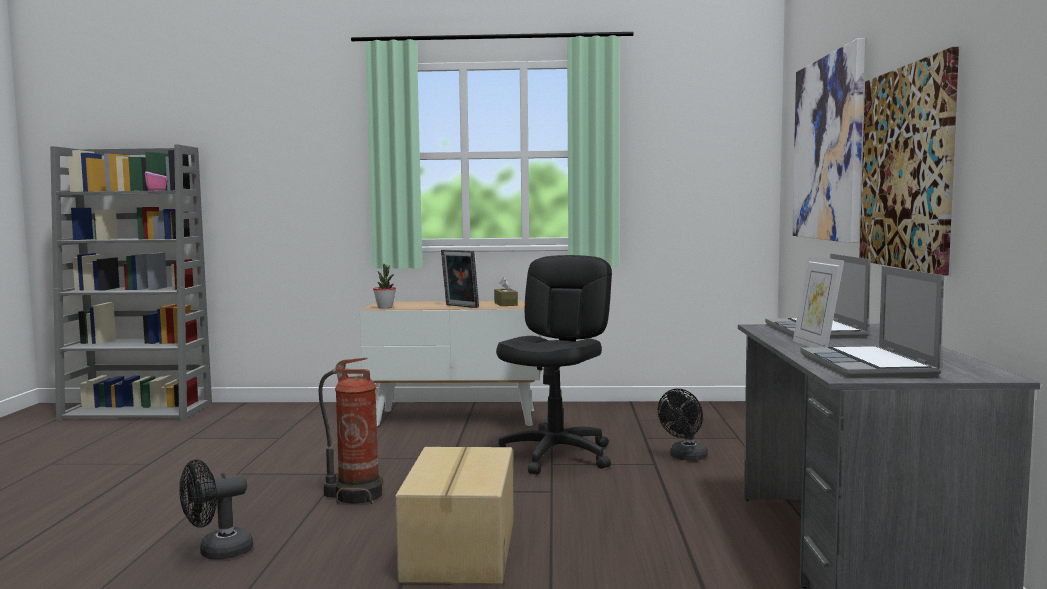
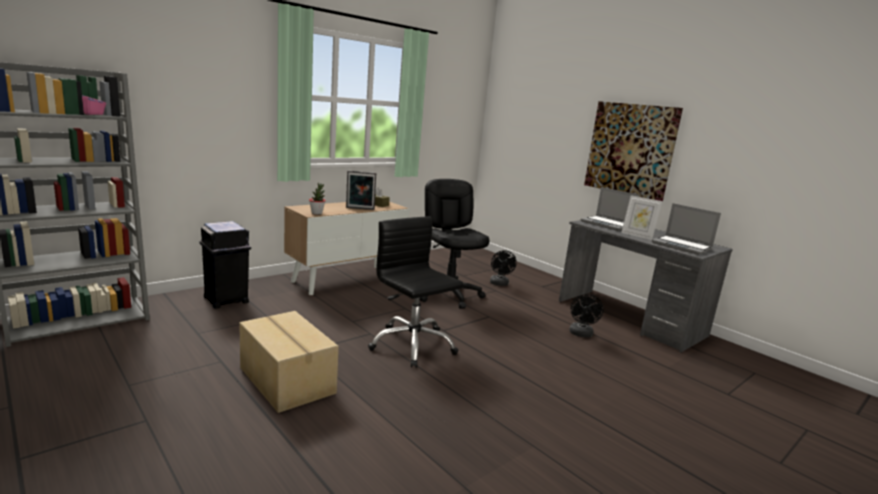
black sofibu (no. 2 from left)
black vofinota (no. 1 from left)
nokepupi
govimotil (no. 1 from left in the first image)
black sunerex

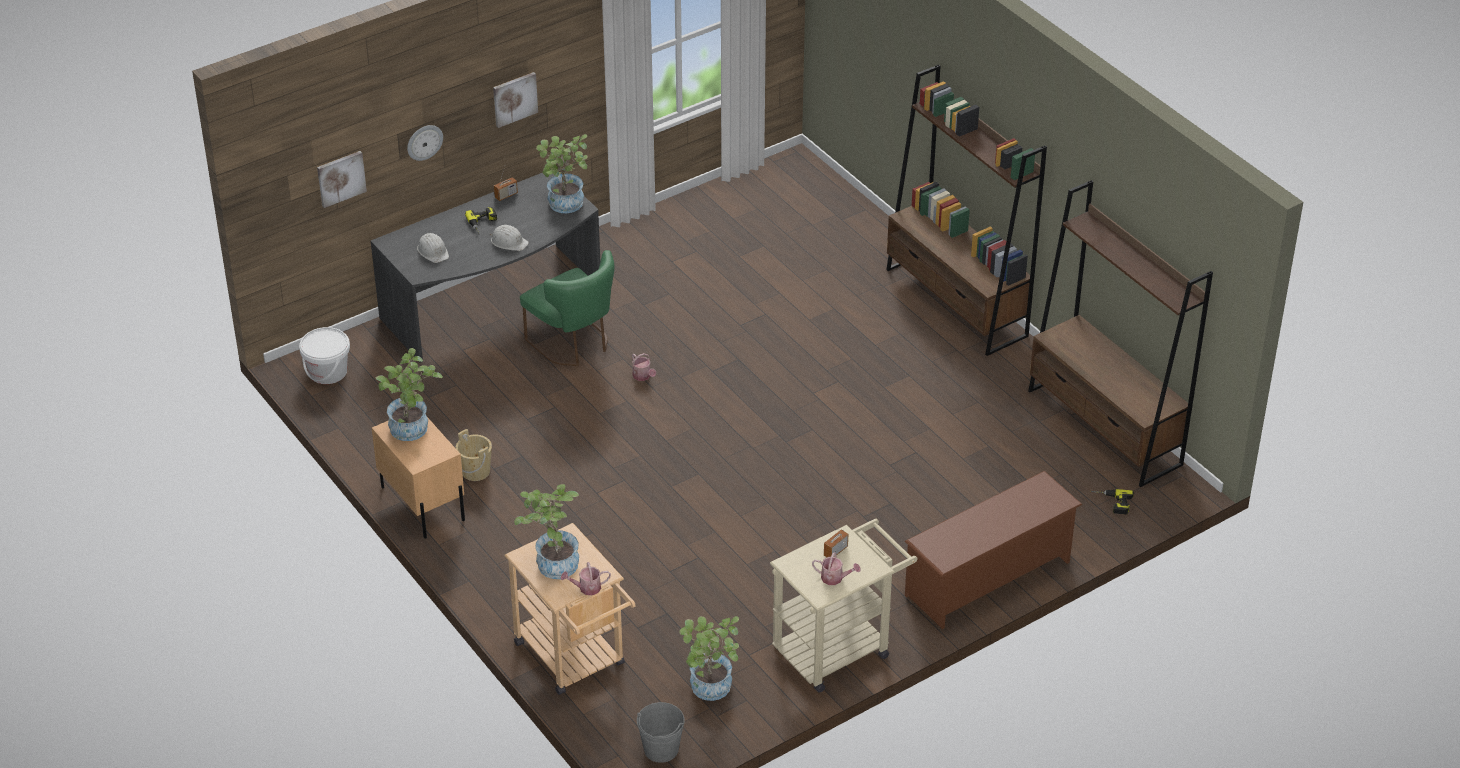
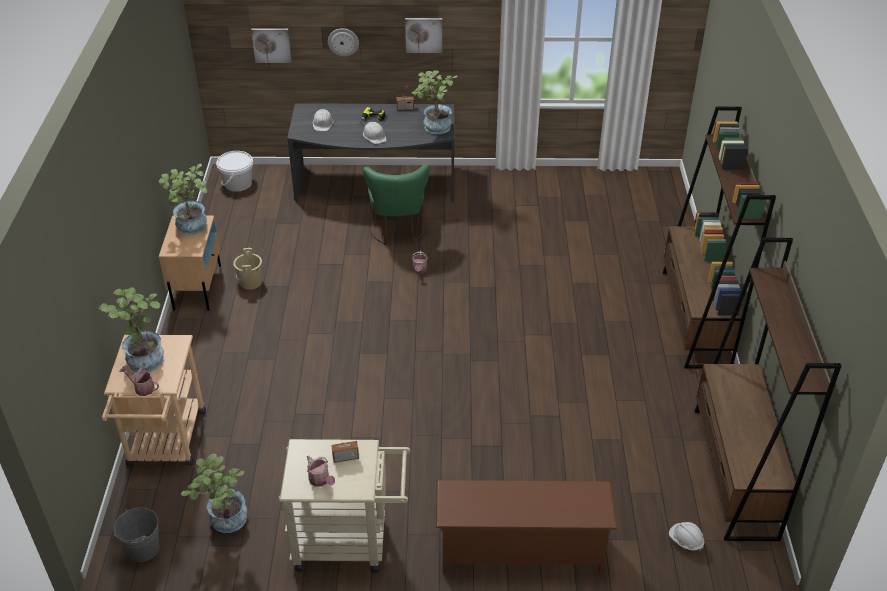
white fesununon (no. 3 from left)

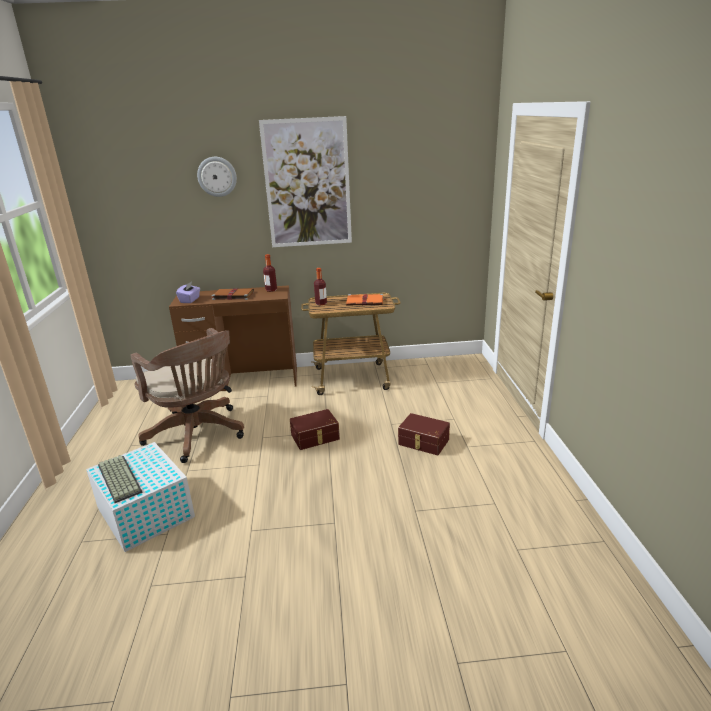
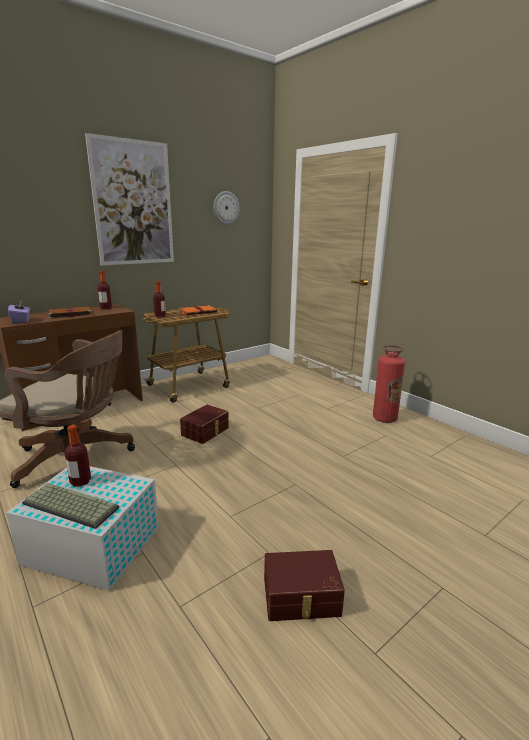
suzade
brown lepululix (no. 2 from left)
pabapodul (no. 1 from left)
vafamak

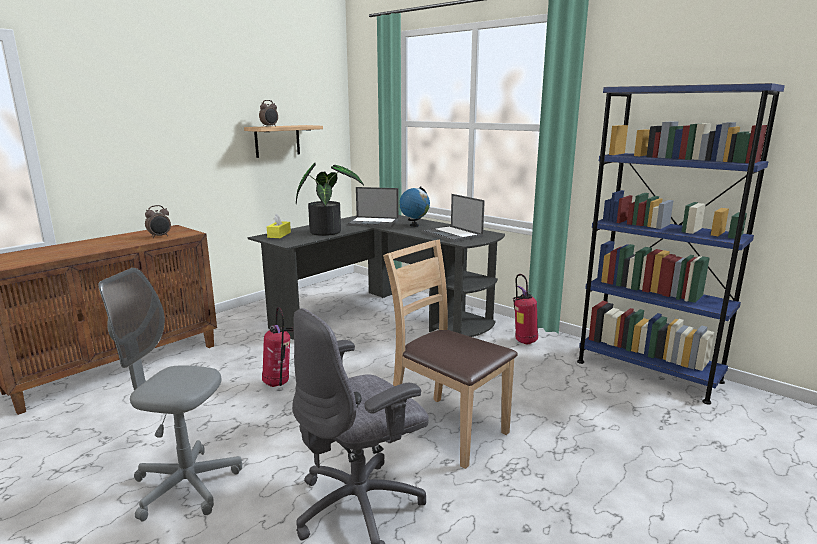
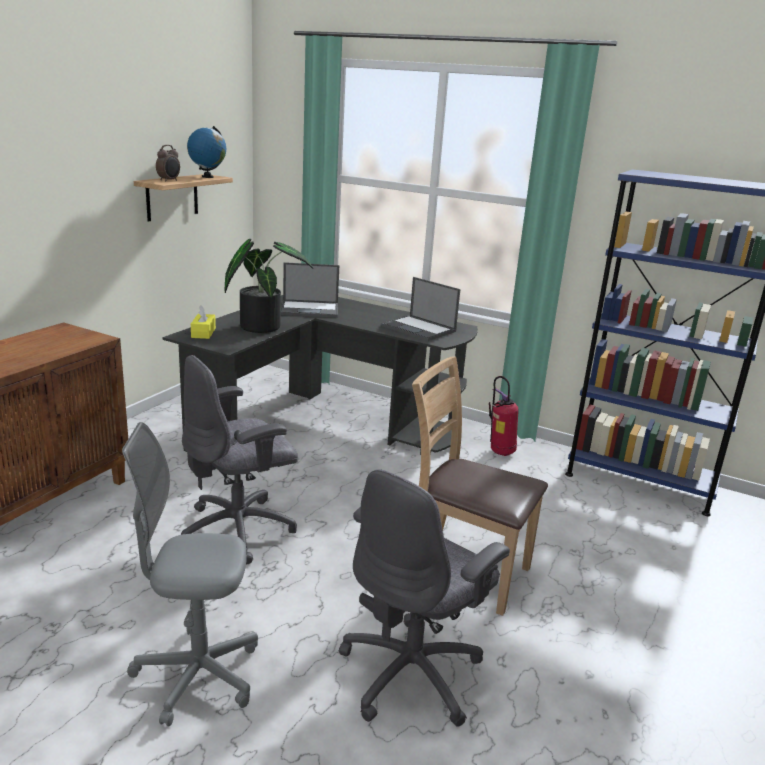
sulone (no. 1 from left in the first image)
grey vofinota (no. 2 from left)
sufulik

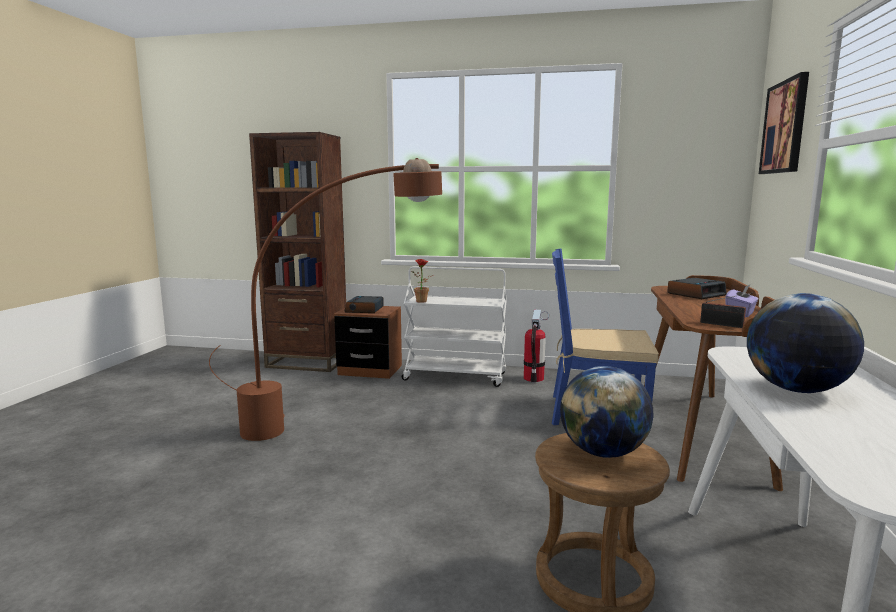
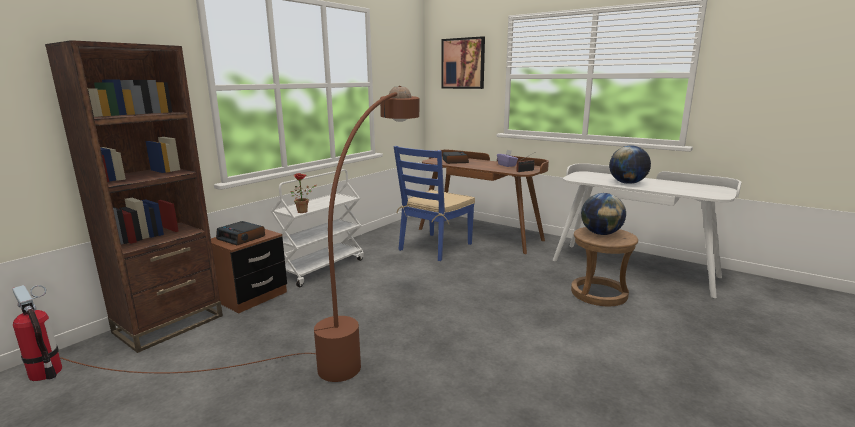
vafamak

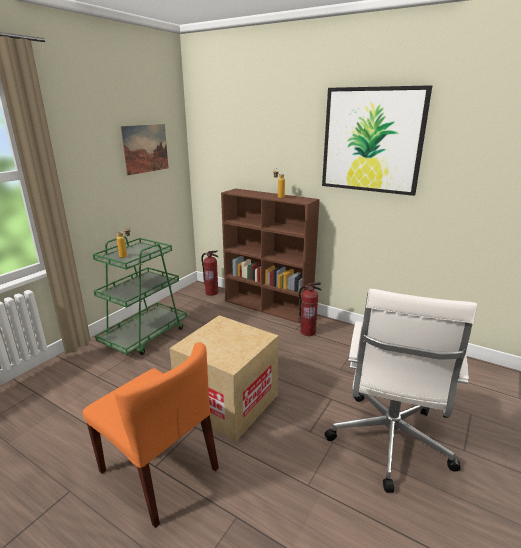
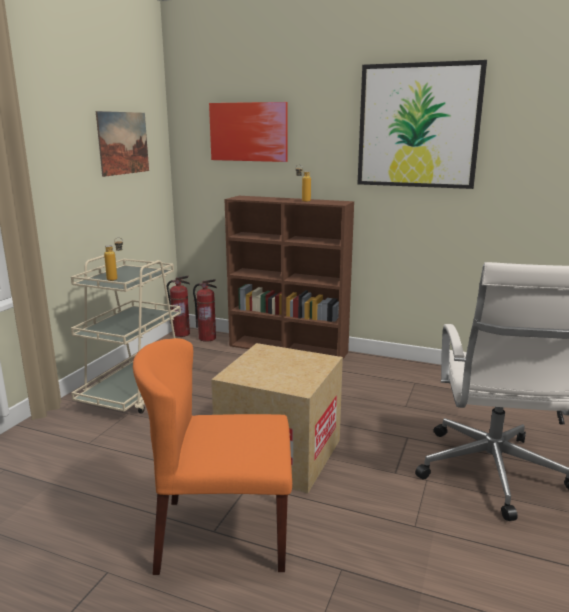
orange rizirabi
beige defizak
vafamak (no. 1 from left)
govimotil (no. 2 from left)

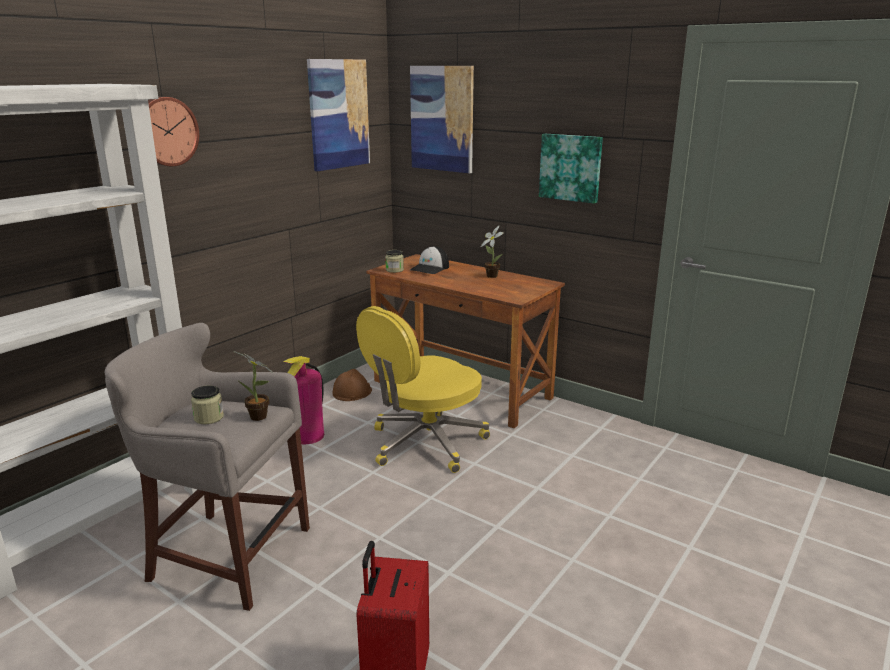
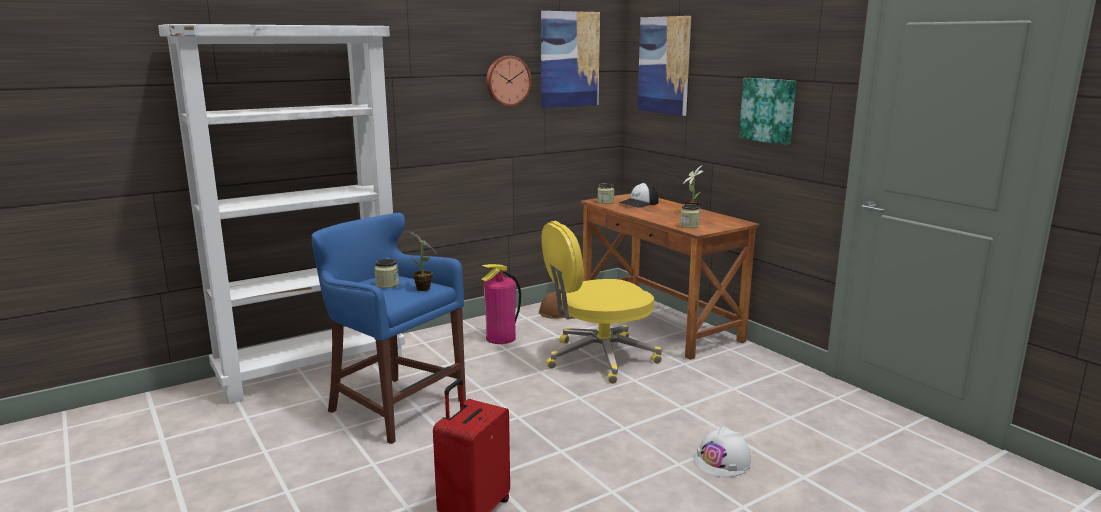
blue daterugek
suzade
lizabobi (no. 3 from left)
white fesununon

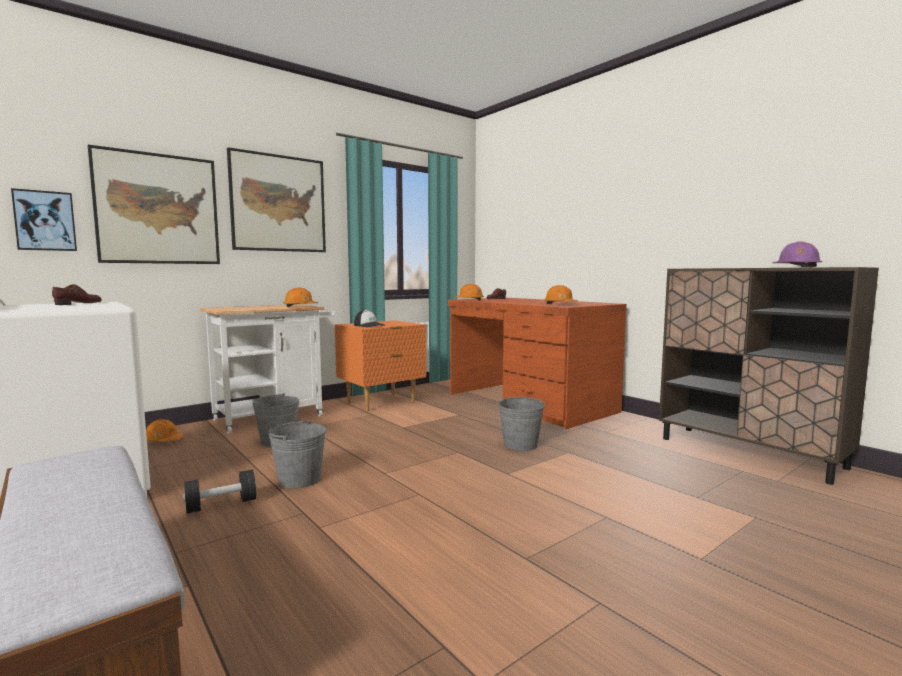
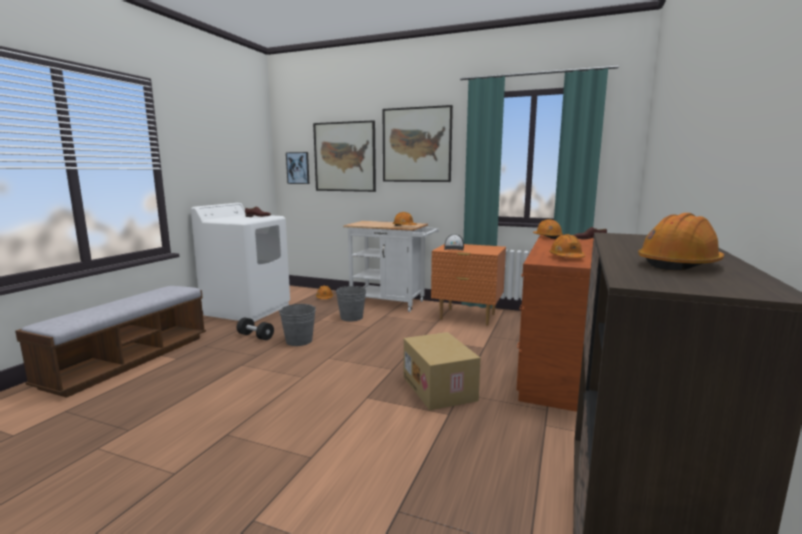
nokepupi
orange fesununon (no. 5 from left)

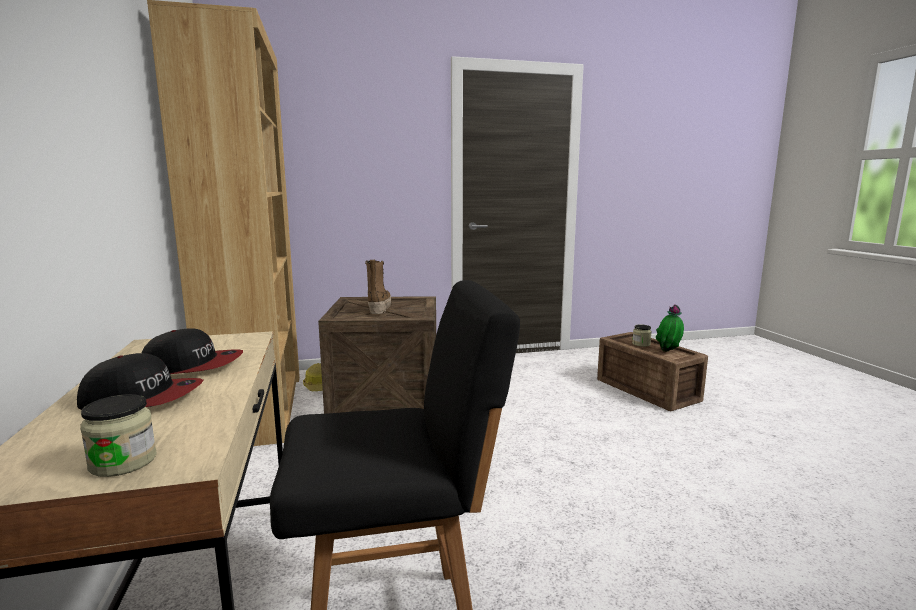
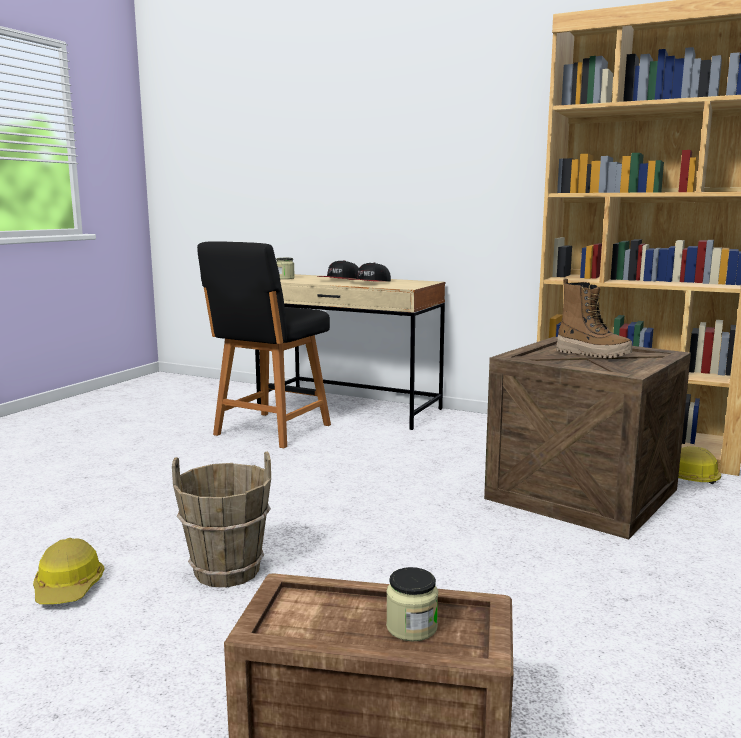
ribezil
fesununon (no. 1 from left)
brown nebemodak

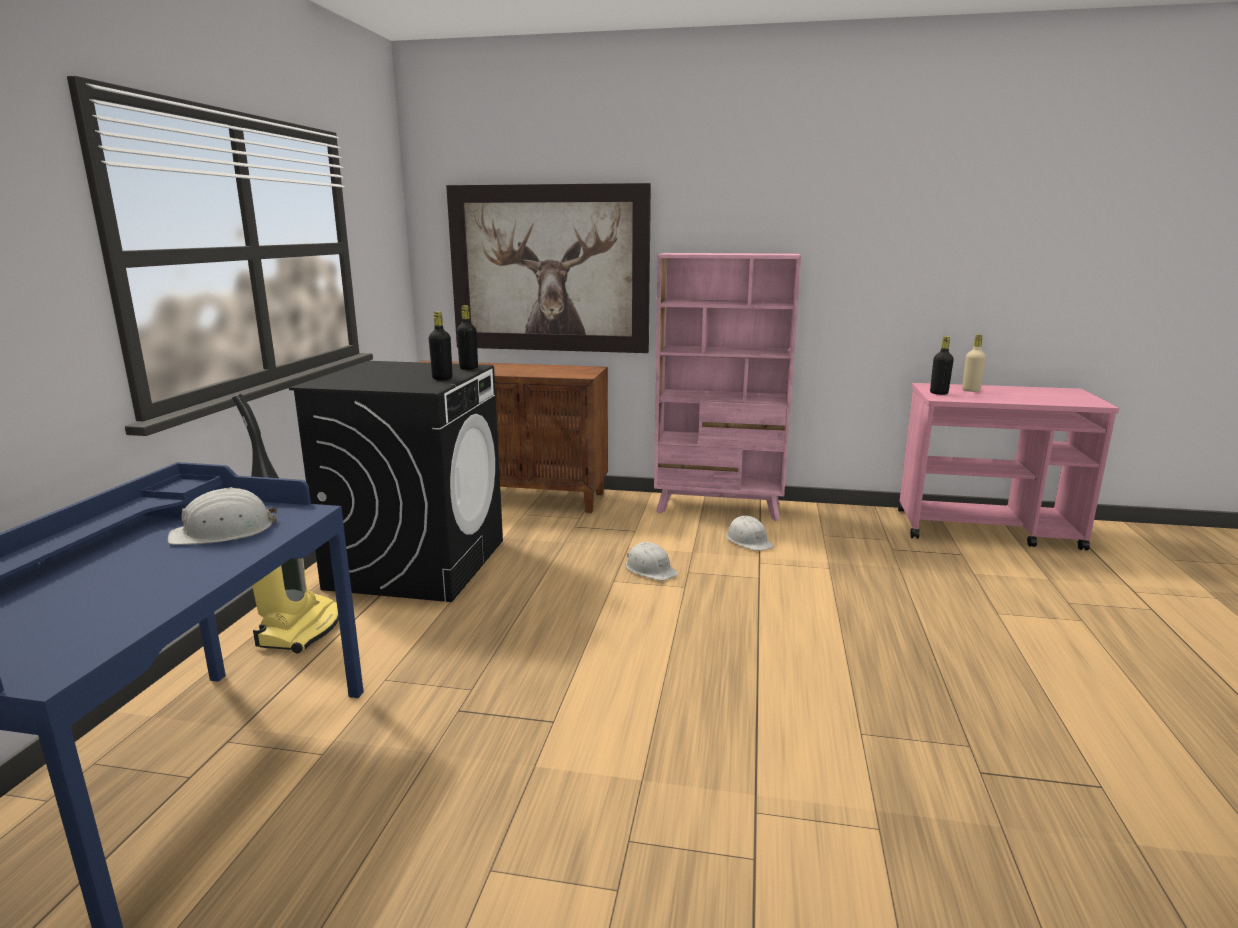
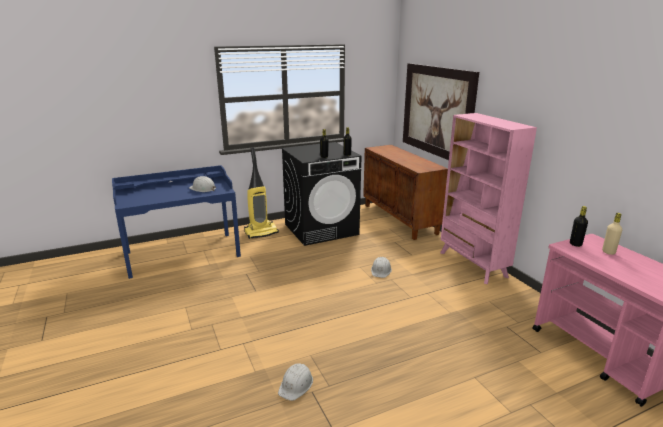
white fesununon (no. 2 from left)

